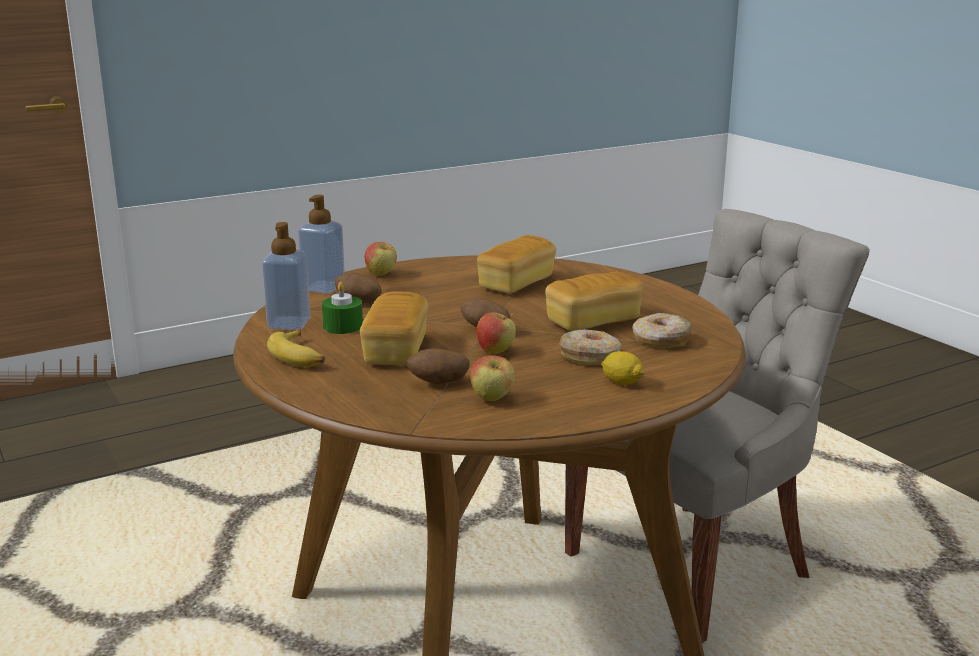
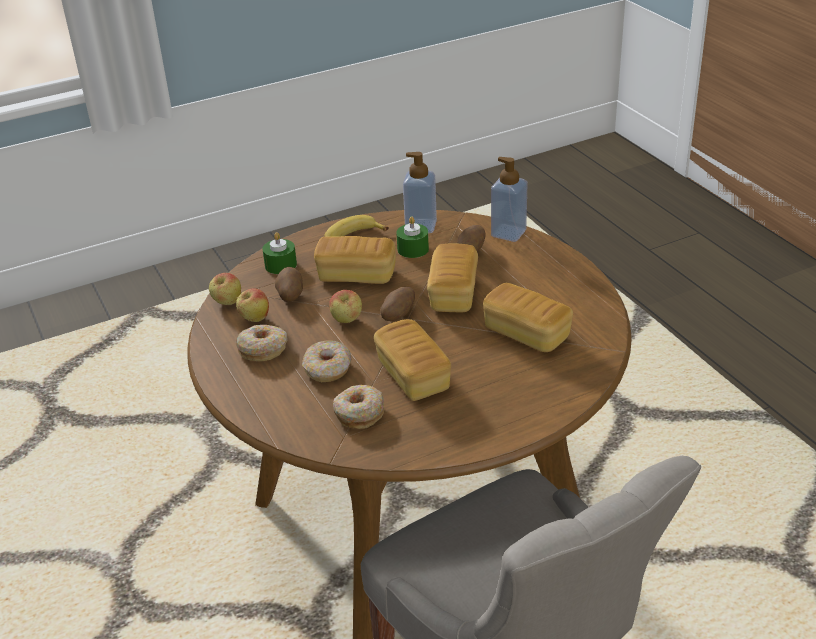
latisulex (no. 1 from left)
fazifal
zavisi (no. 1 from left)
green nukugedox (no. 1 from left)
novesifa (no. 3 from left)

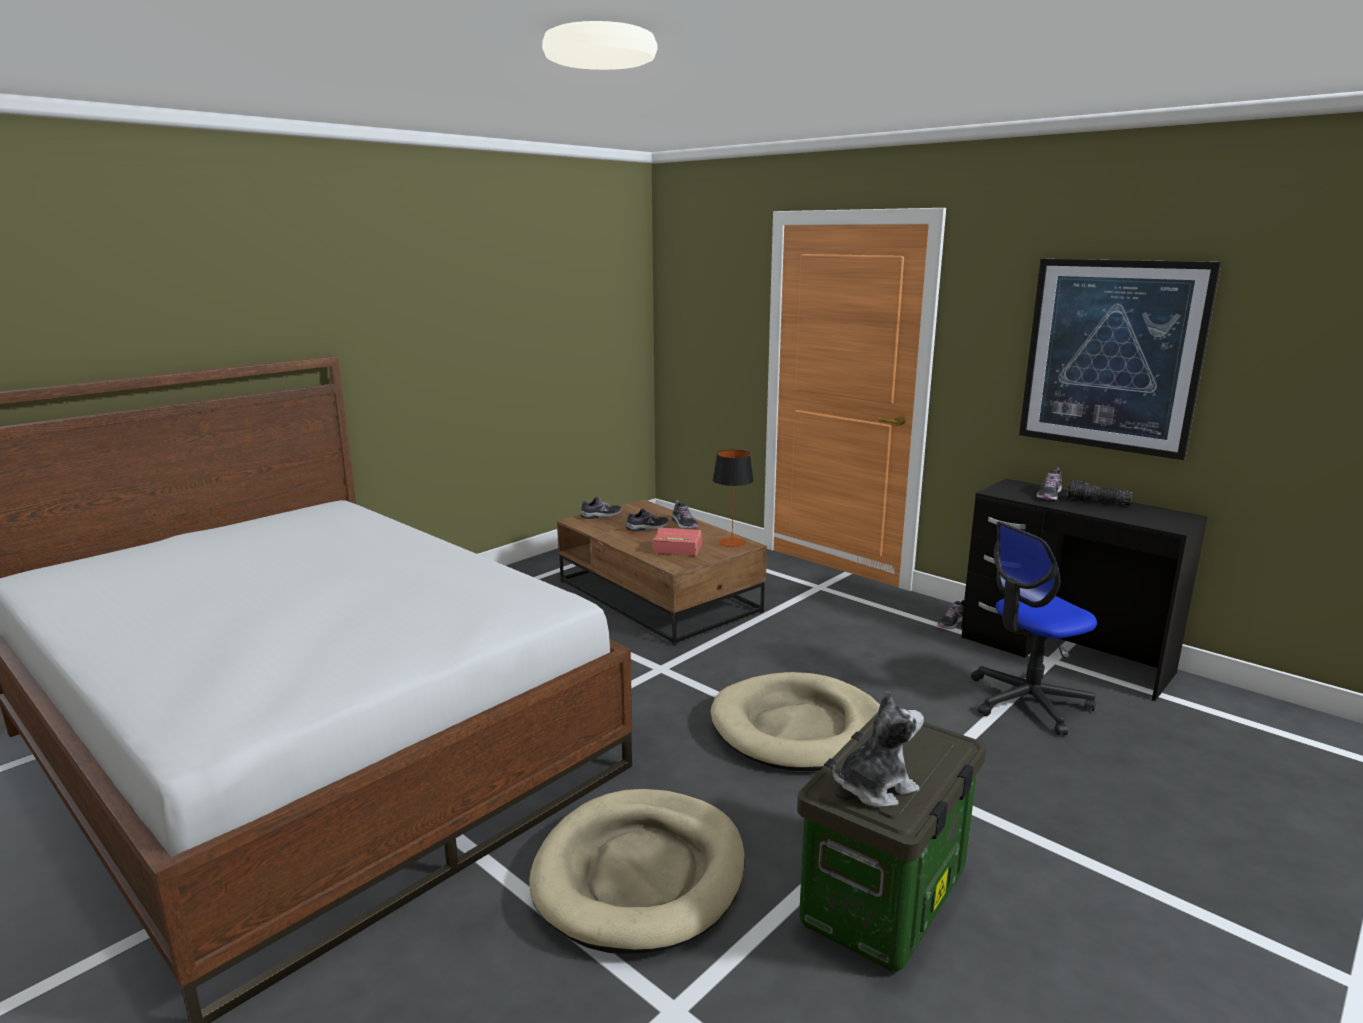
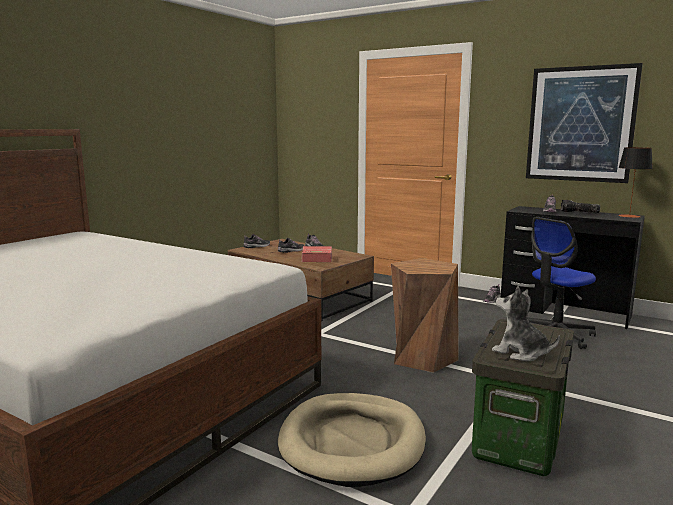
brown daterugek
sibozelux
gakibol

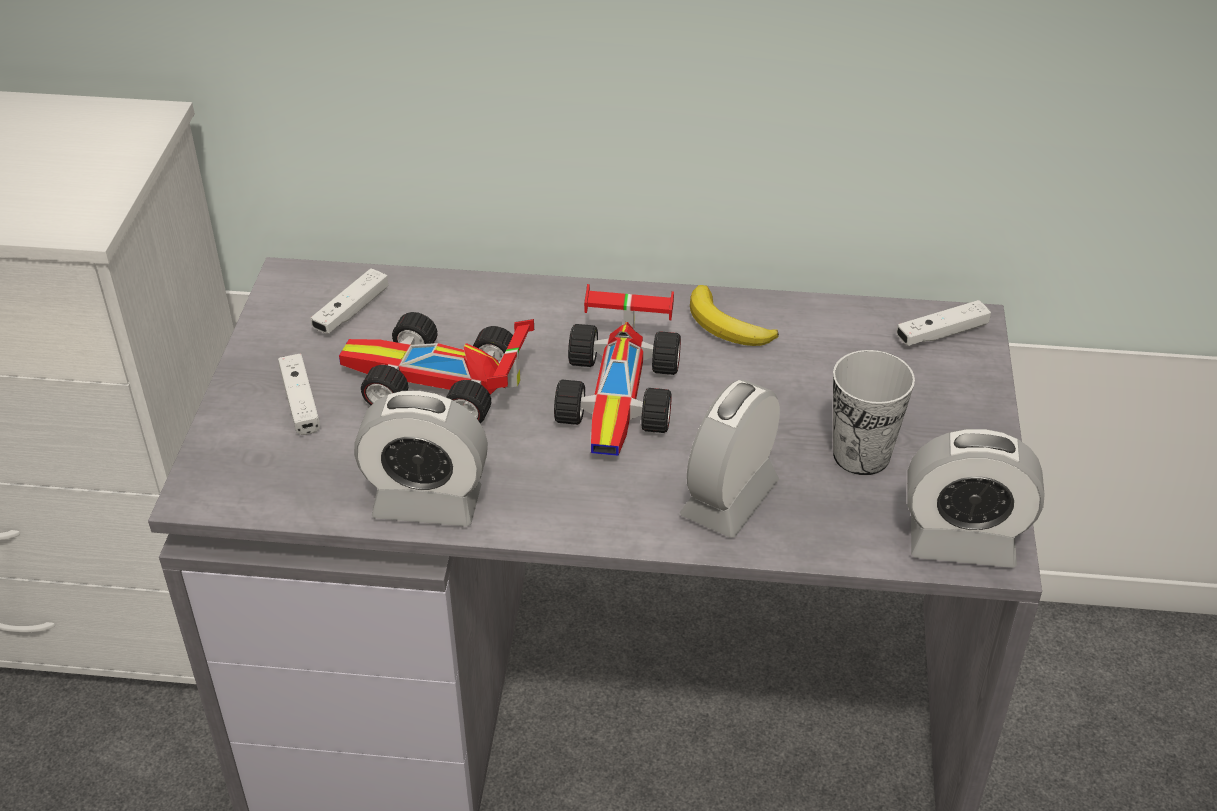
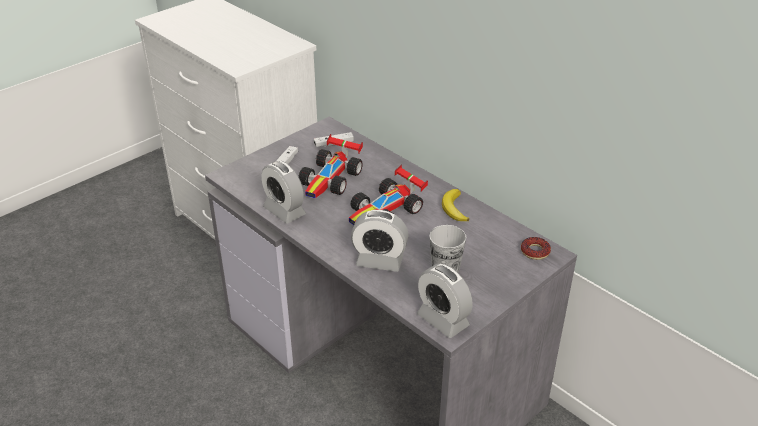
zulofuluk (no. 1 from left)
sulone (no. 2 from left)
zavisi

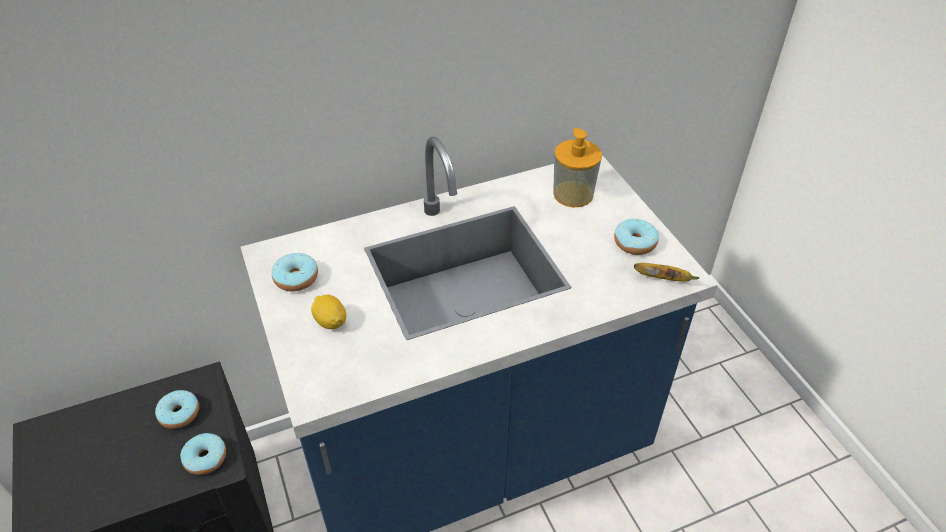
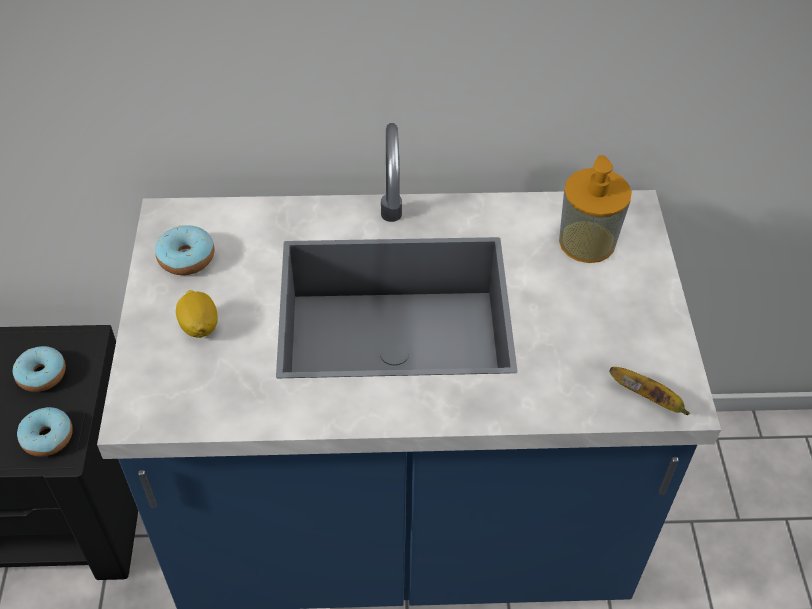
zavisi (no. 4 from left in the first image)

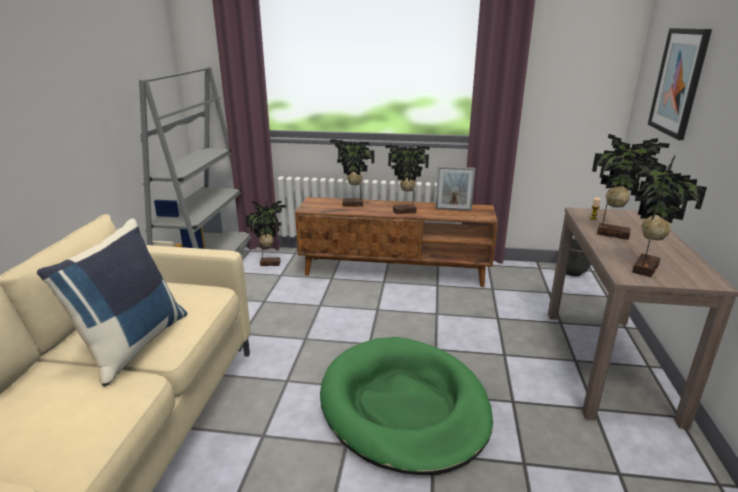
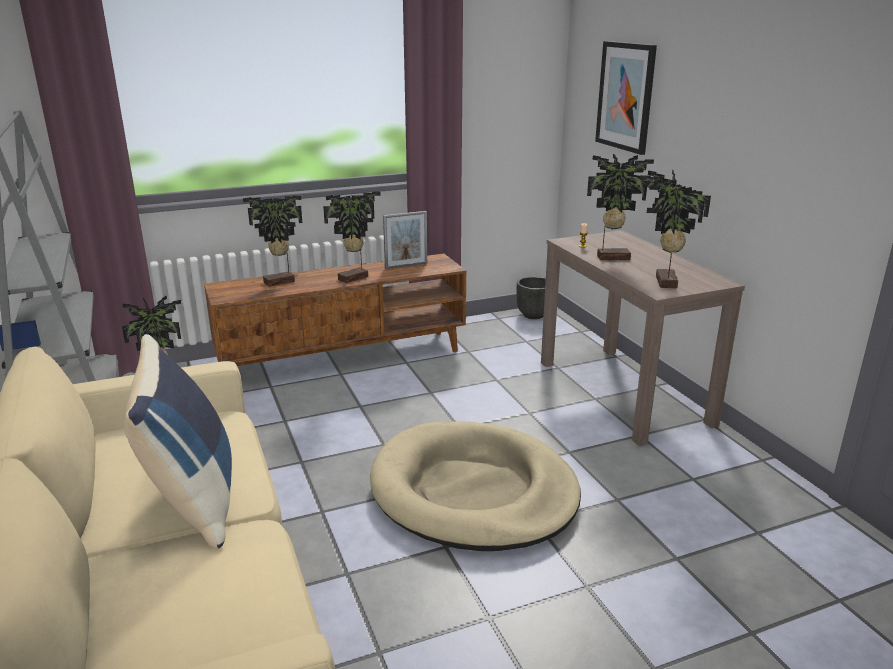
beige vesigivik

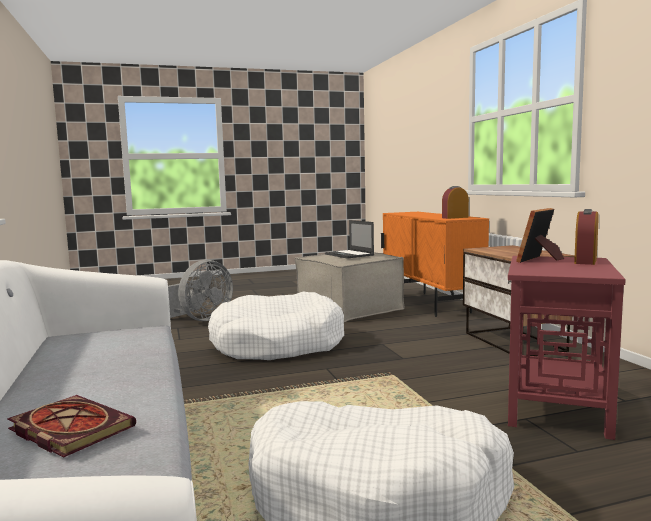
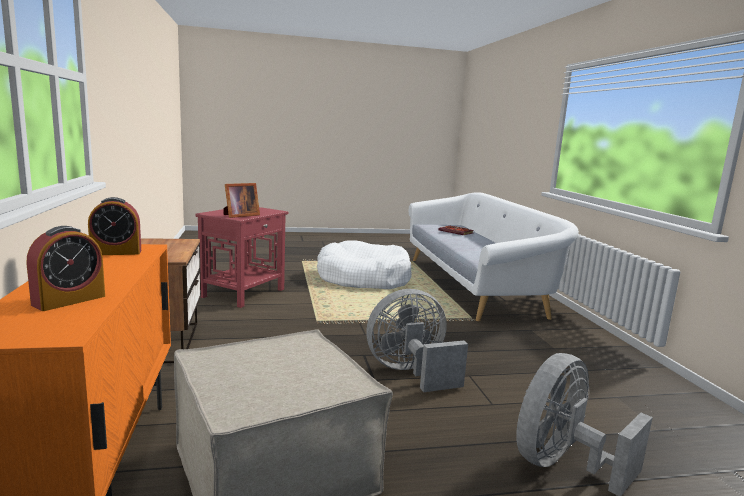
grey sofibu (no. 1 from left)
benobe
sulone (no. 1 from left)

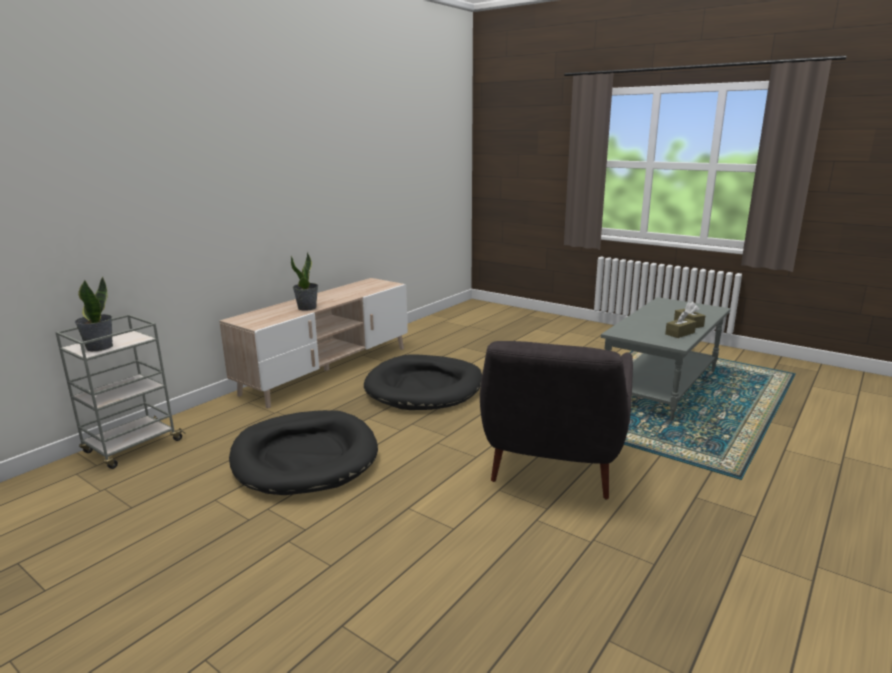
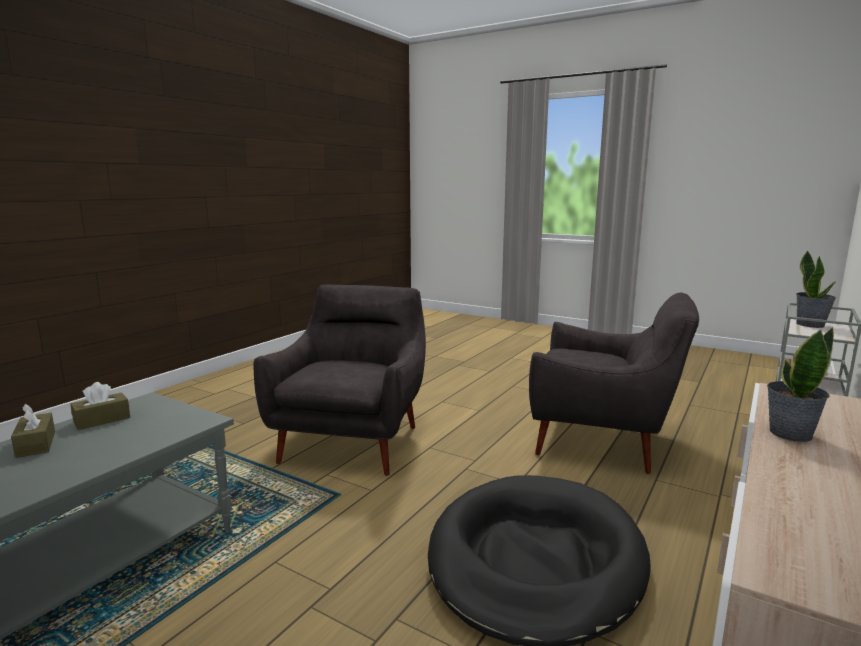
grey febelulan (no. 2 from left)

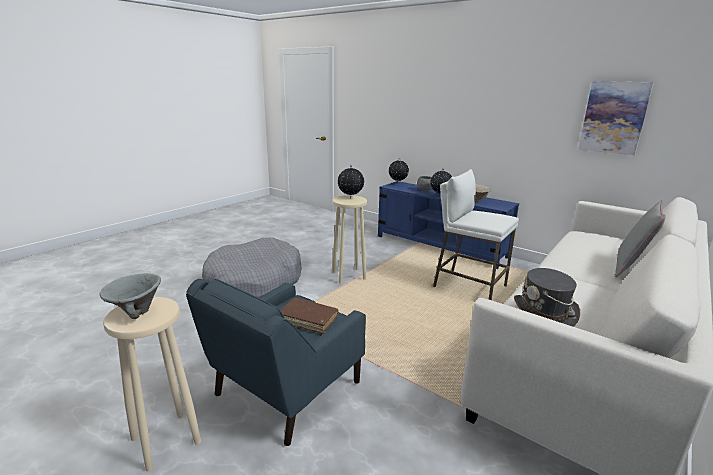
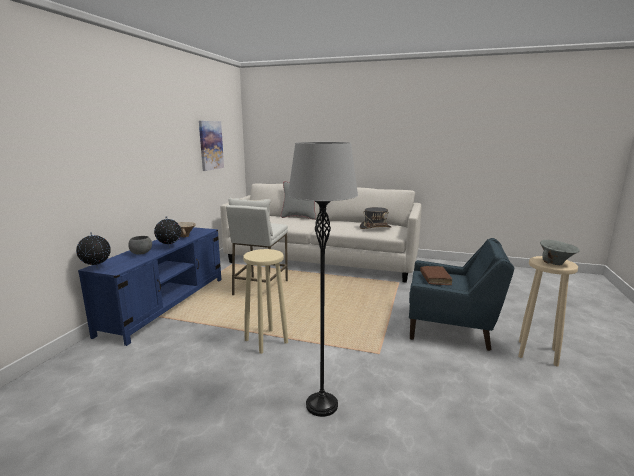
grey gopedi
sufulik (no. 1 from left in the first image)

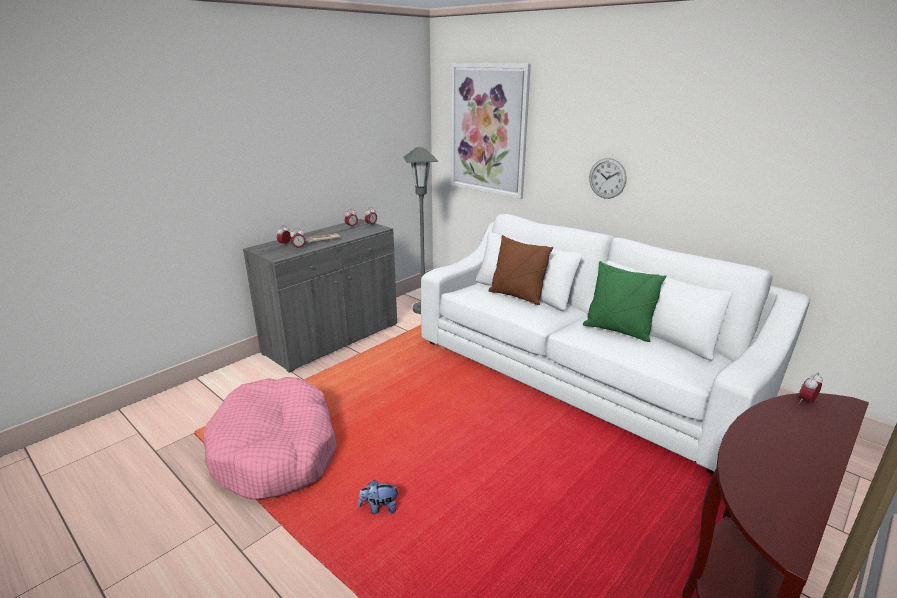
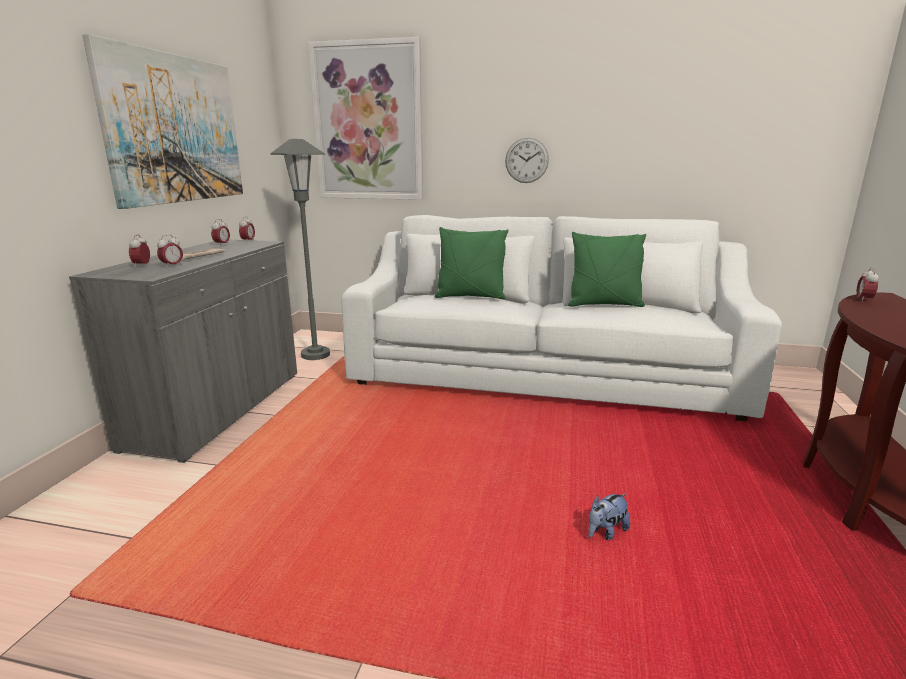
pink vesigivik
gakibol
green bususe (no. 1 from left)
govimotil (no. 1 from left)

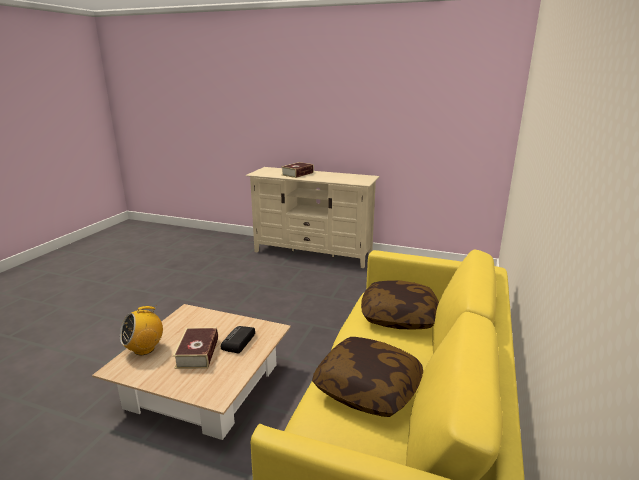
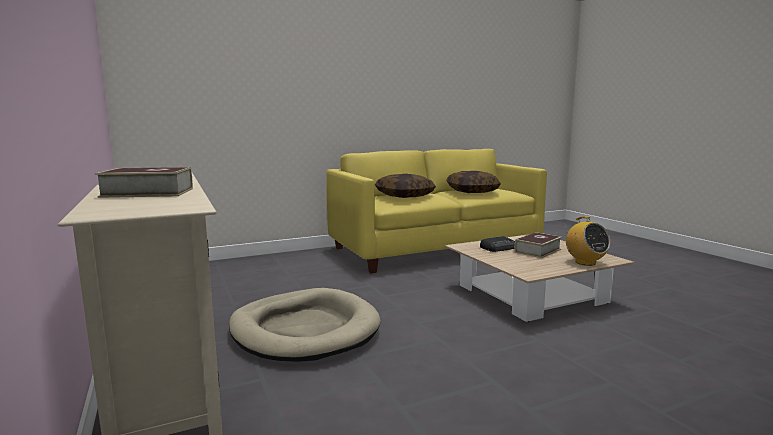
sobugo (no. 2 from left)
beige vesigivik

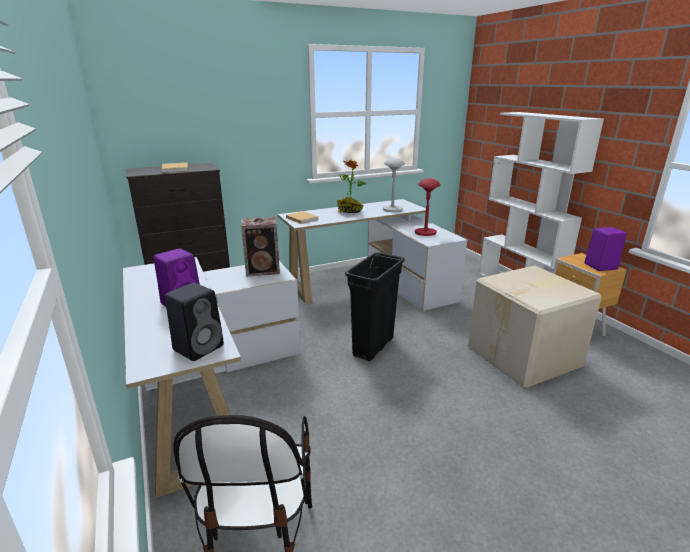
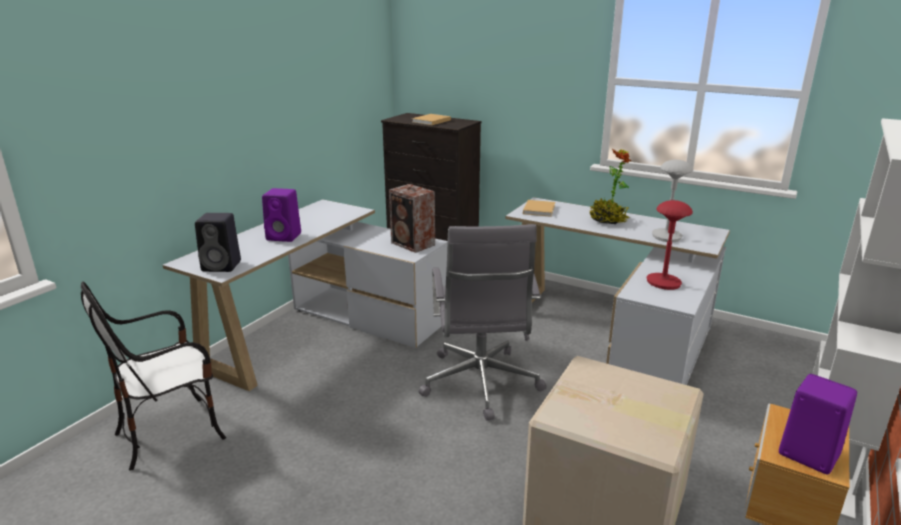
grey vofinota

